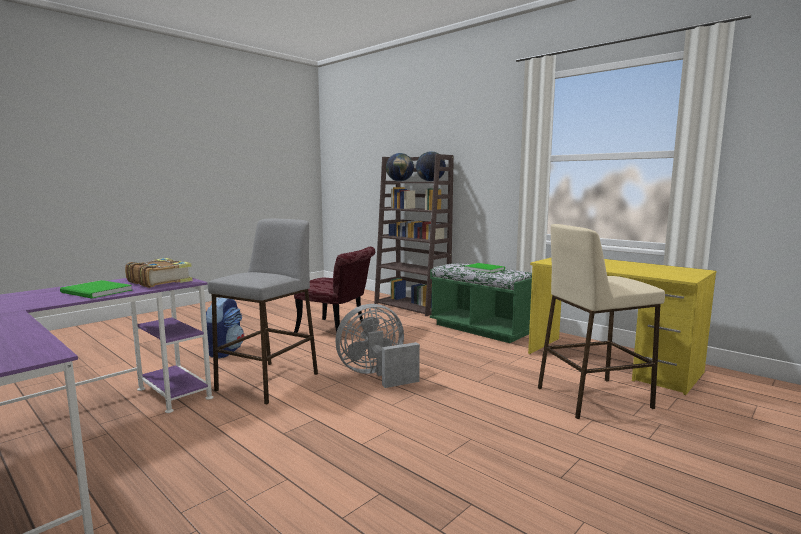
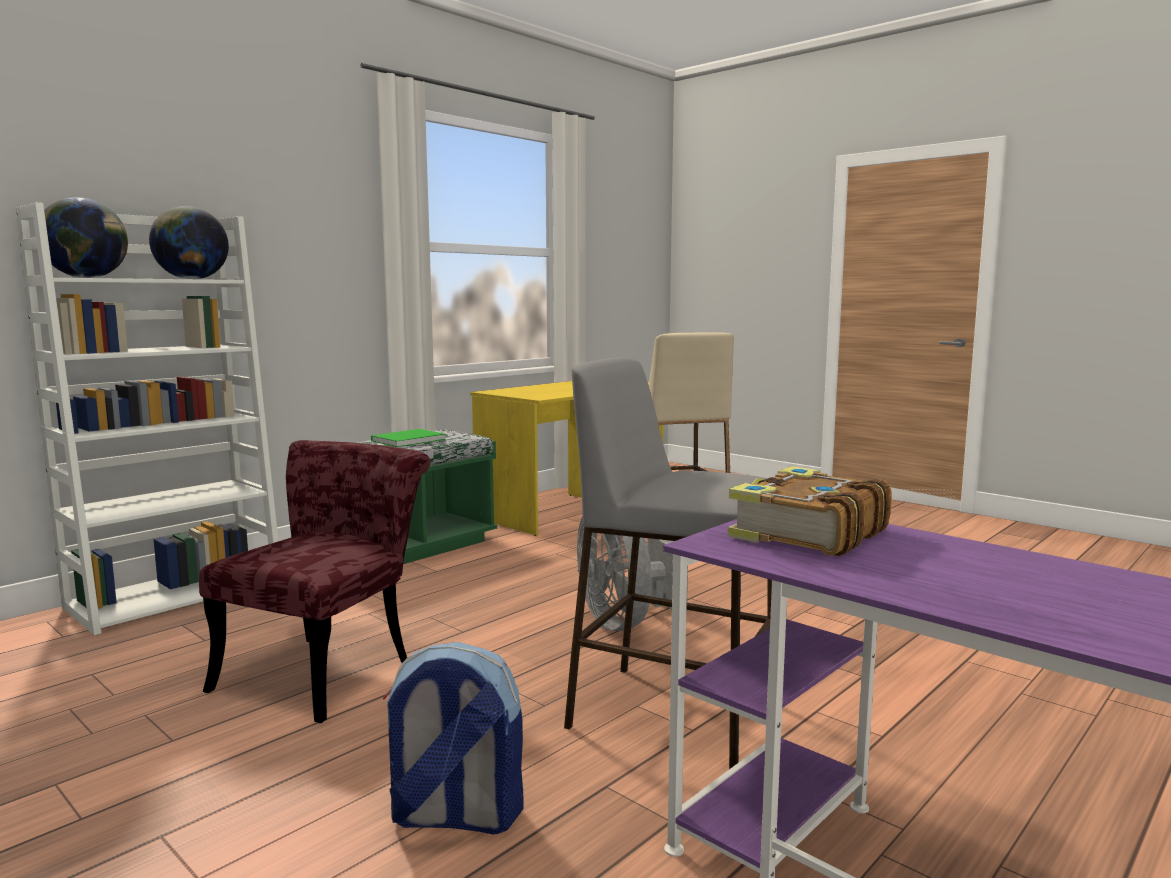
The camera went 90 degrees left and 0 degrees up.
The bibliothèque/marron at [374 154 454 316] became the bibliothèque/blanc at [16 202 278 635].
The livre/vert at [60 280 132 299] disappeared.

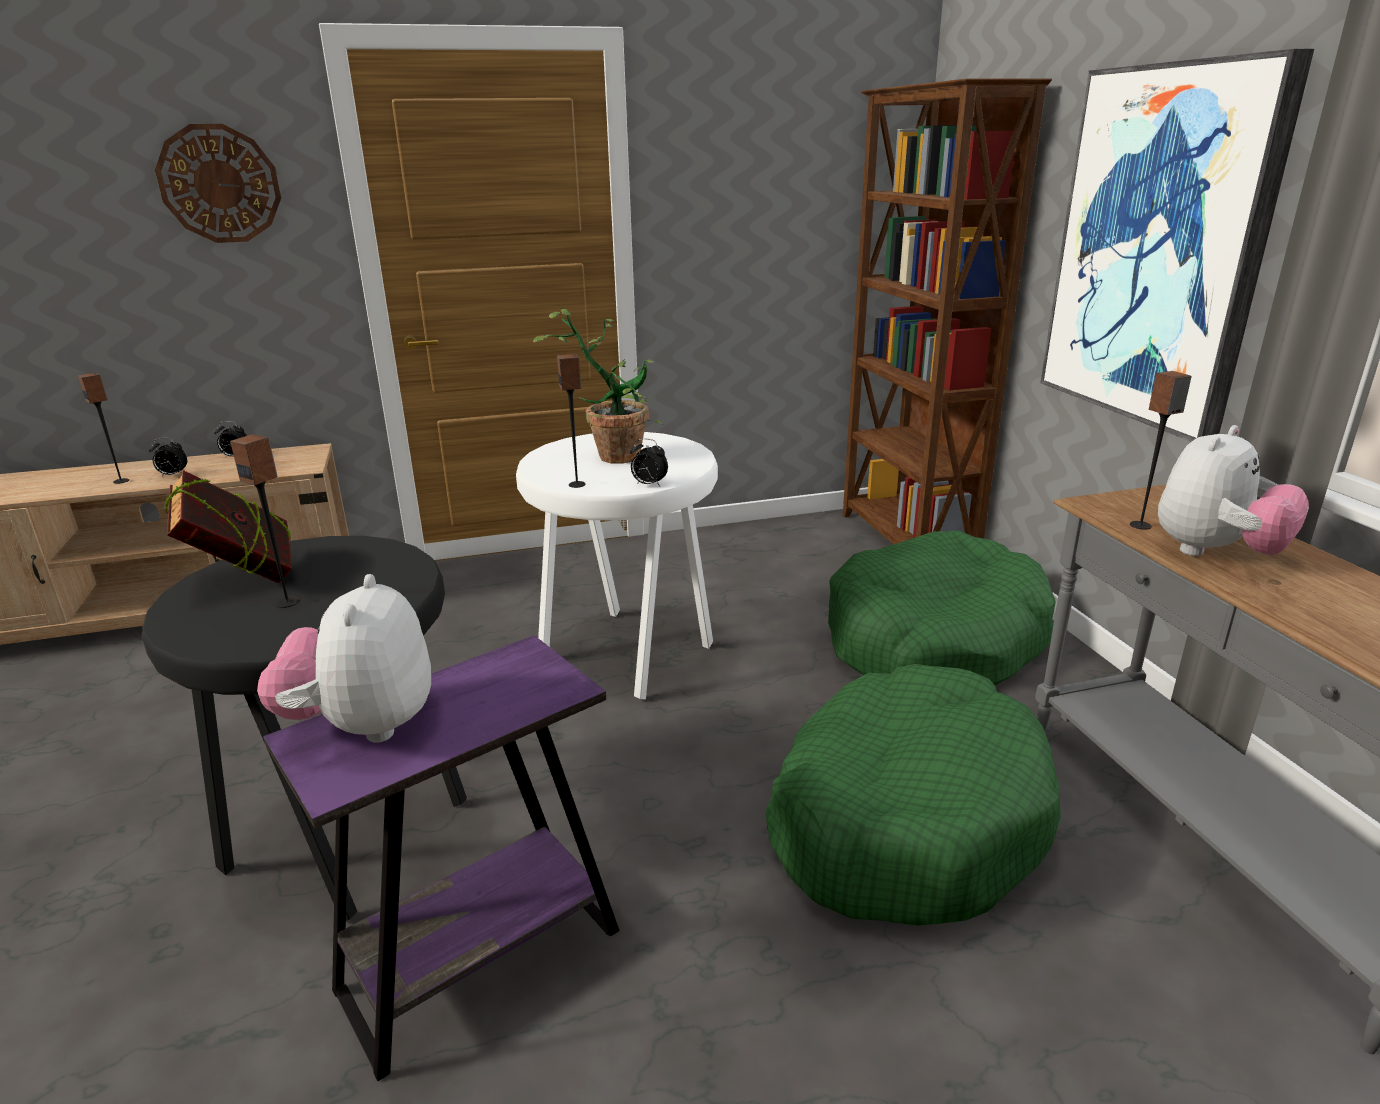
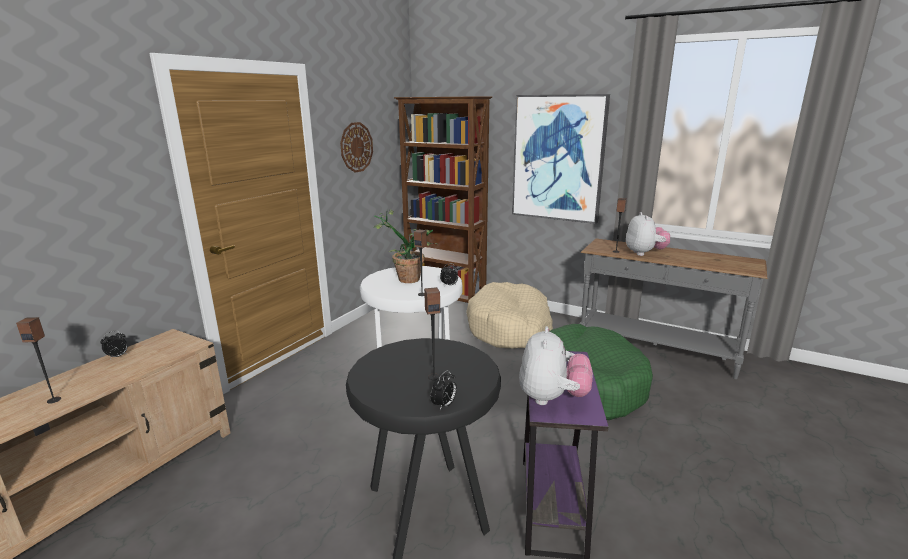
The camera went 45 degrees left and 5 degrees down.
The horloge murale moved from [155 124 281 243] to [340 122 373 173].
The réveil moved from [149 437 187 476] to [431 370 457 410].
The livre at [165 470 292 583] disappeared.
The panier pour chien/vert at [828 531 1056 685] became the panier pour chien/beige at [466 282 553 348].
The peluche at [257 574 431 743] turned 120 degrees counterclockwise.

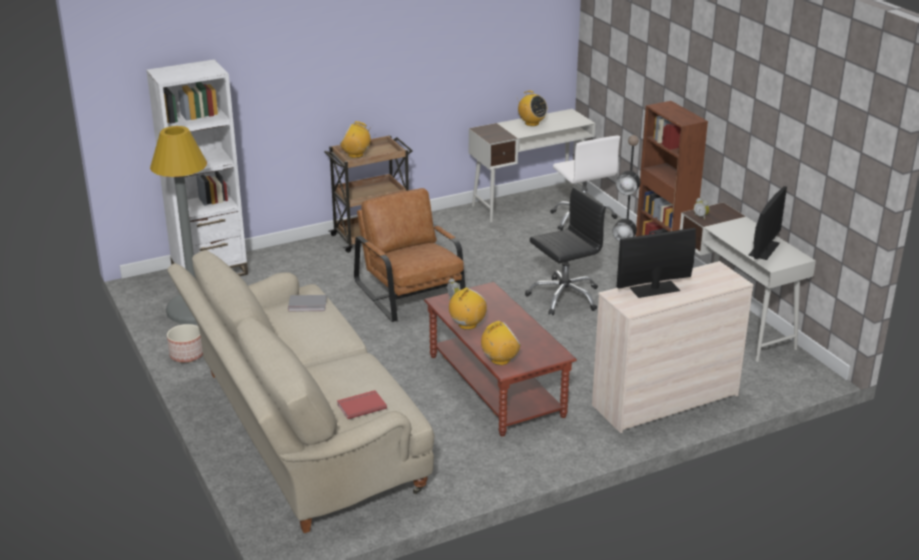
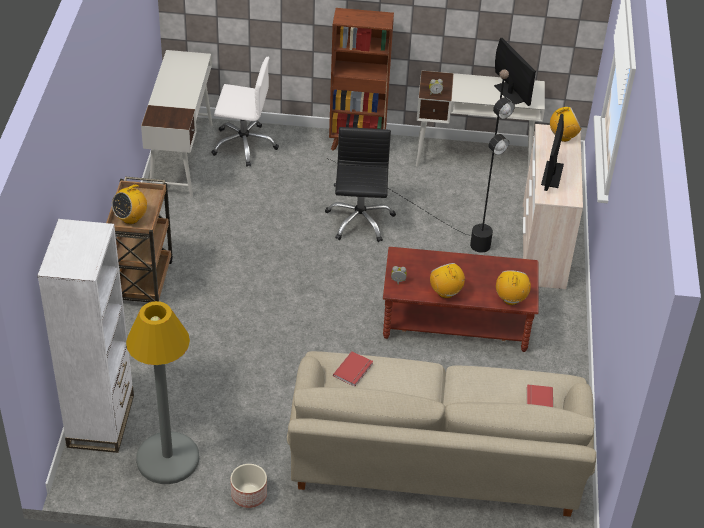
The camera went 60 degrees left and 15 degrees up.
The radio moved from [517 91 548 126] to [550 107 582 142].
The fauteuil/marron at [354 188 466 322] disappeared.
The livre/gris at [288 295 327 312] became the livre/rouge at [333 351 373 387].

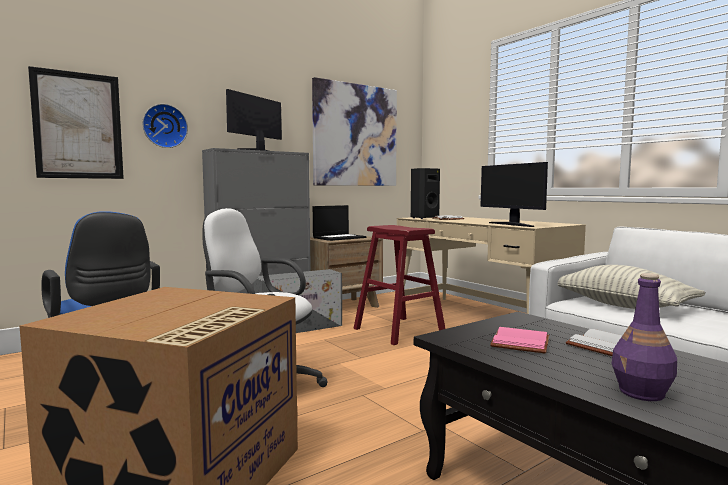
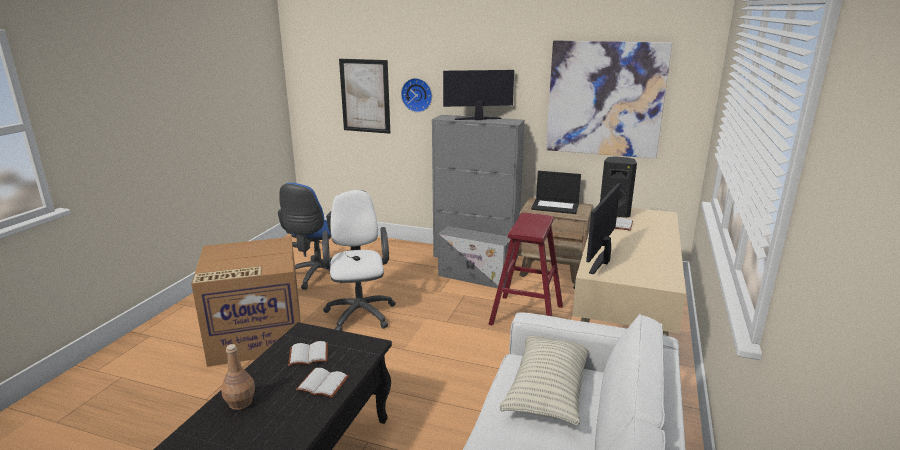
The camera went 55 degrees right and 15 degrees up.
The bouteille/violet at [612 273 677 401] became the bouteille/marron at [221 344 255 410].
The livre/rose at [490 327 549 354] became the livre/blanc at [288 341 328 366].

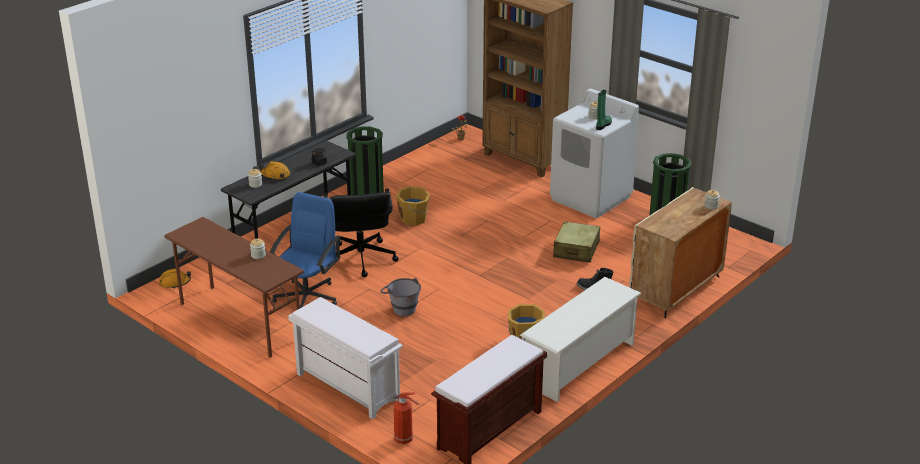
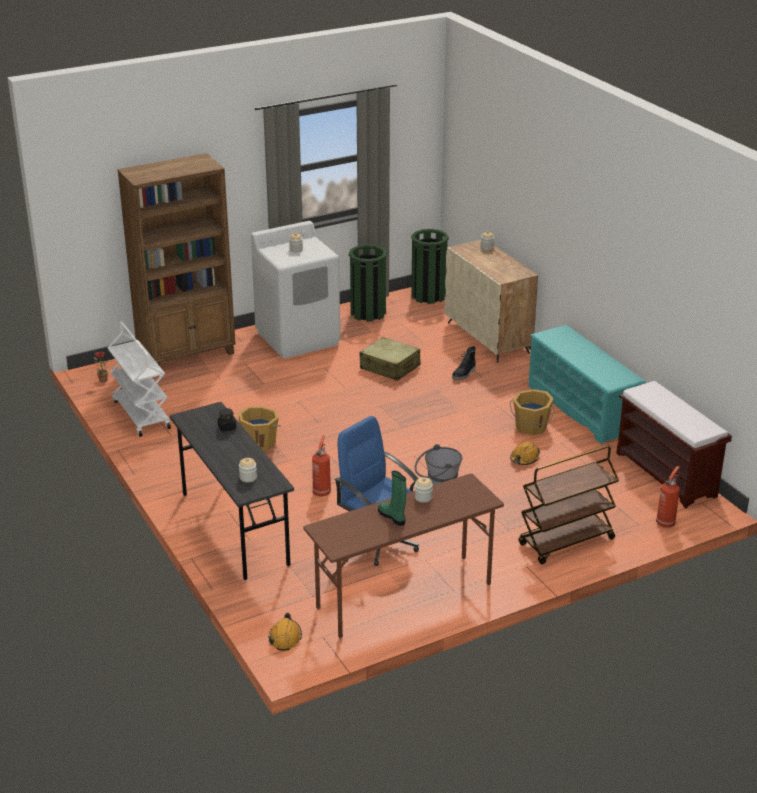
The camera went 70 degrees left and 0 degrees up.
The botte/vert moved from [596 90 612 130] to [378 471 406 526].
The poubelle/vert moved from [346 126 384 195] to [411 229 449 304].
The casque de chantier/orange moved from [259 161 290 180] to [510 441 540 465].
The chaise de bureau/noir at [323 189 399 277] was replaced by the extincteur at [312 435 331 497].
The étagère à chaussures/blanc at [520 277 642 402] became the étagère à chaussures/turquoise at [528 325 646 445].
The banc/blanc at [288 297 403 419] was replaced by the chariot/marron at [518 445 619 564].
The chariot/blanc at [108 321 171 437] appeared.

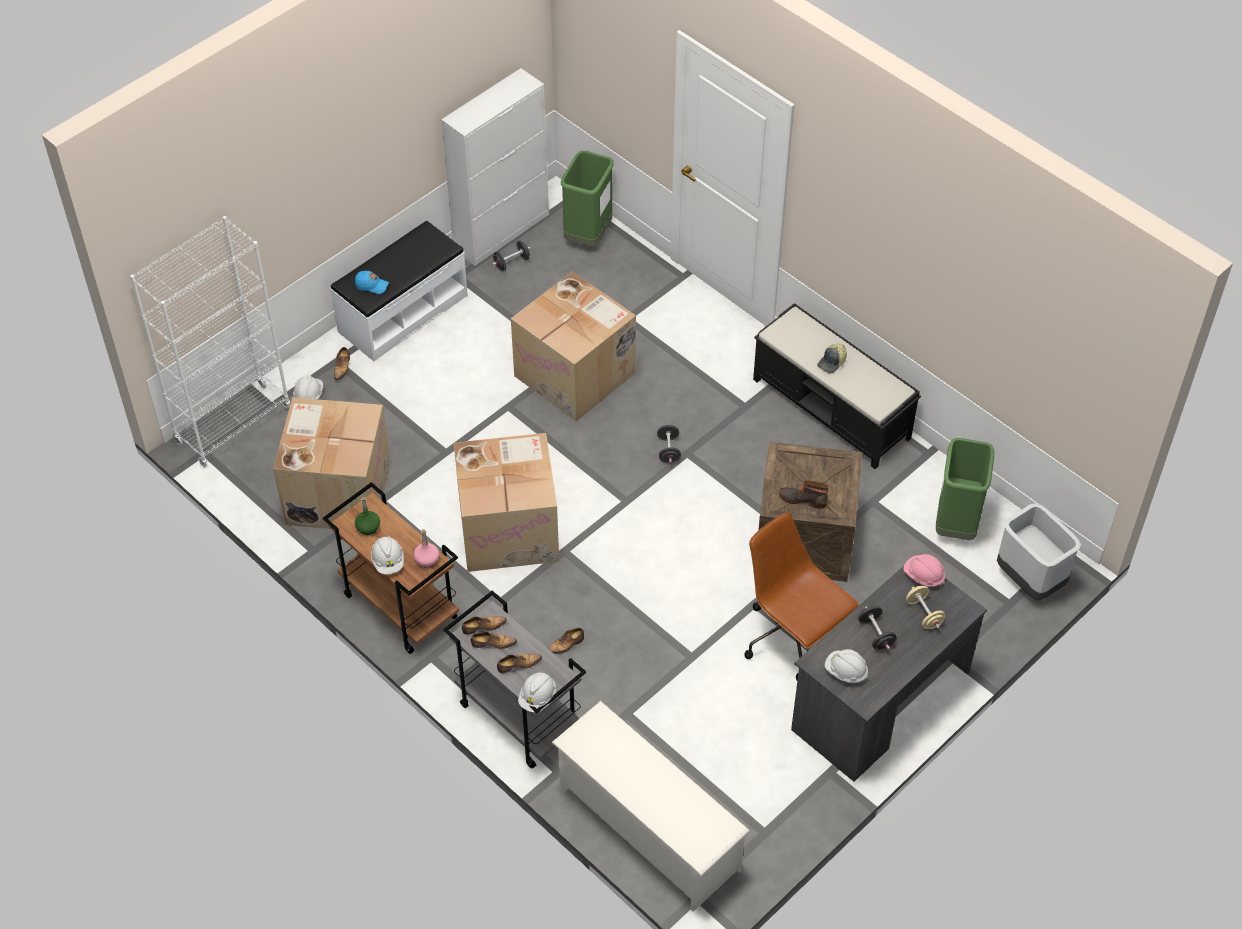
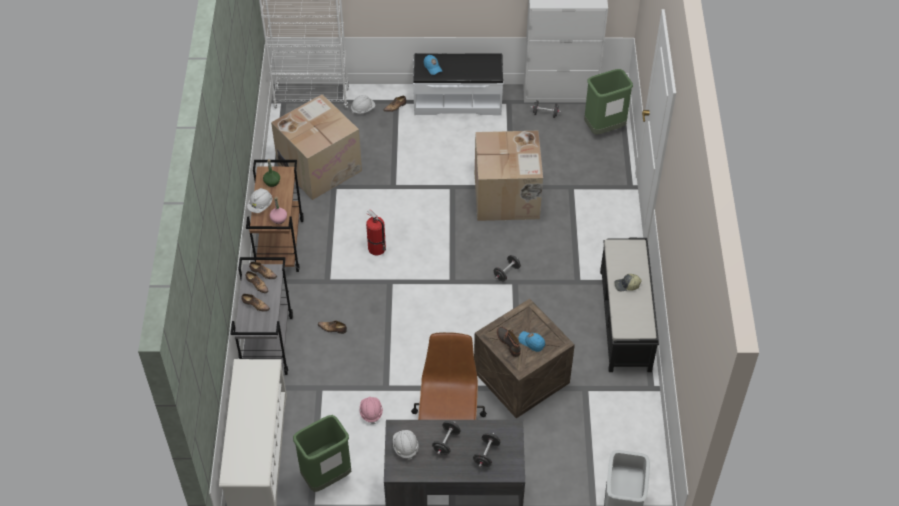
The camera went 45 degrees right and 0 degrees up.
The carton at [454 433 559 572] was replaced by the extincteur at [366 210 386 255].
The poubelle/vert moved from [936 438 994 540] to [293 415 351 492].
The casque de chantier/rose moved from [904 554 945 587] to [360 397 383 424].
The haltère/beige at [906 586 946 629] became the haltère/noir at [473 433 500 467].
The casque de chantier/blanc at [518 672 556 712] disappeared.
The casquette/bleu at [518 331 545 352] appeared.

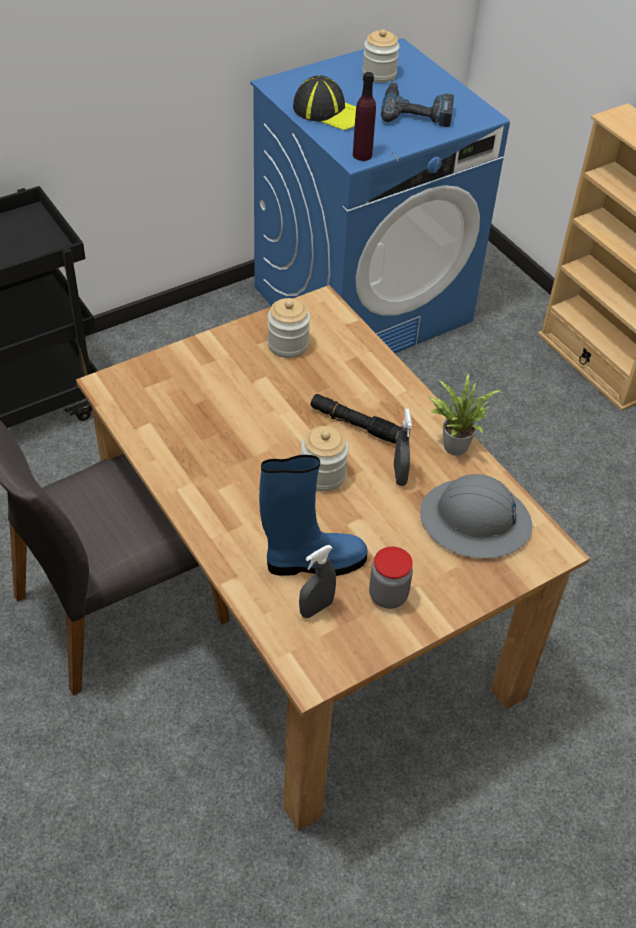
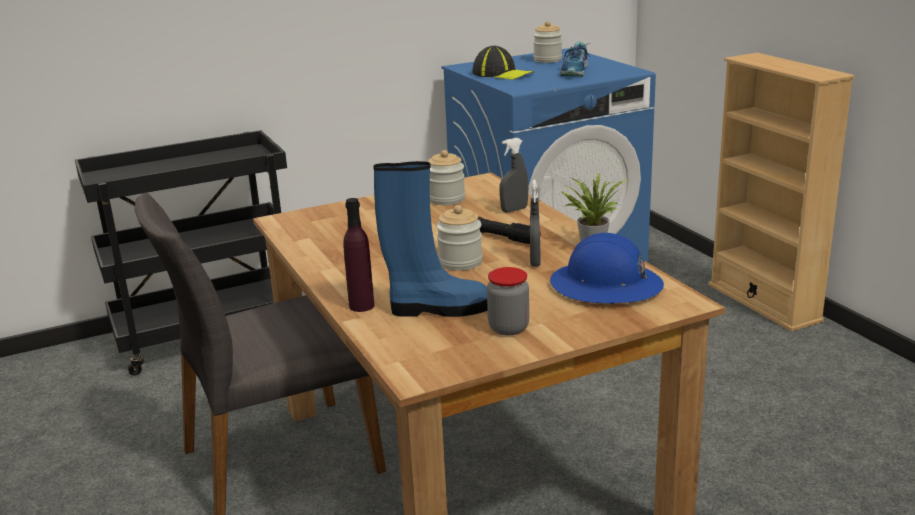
The camera went 10 degrees right and 25 degrees down.
The bouteille/violet moved from [353 72 376 161] to [343 198 374 312].
The perceuse at [381 82 454 127] was replaced by the chaussure at [560 42 591 77].
The casque de chantier/gris at [420 474 532 558] became the casque de chantier/bleu at [550 233 664 304].
The vaporisateur/gris moved from [299 545 336 618] to [500 138 528 213].

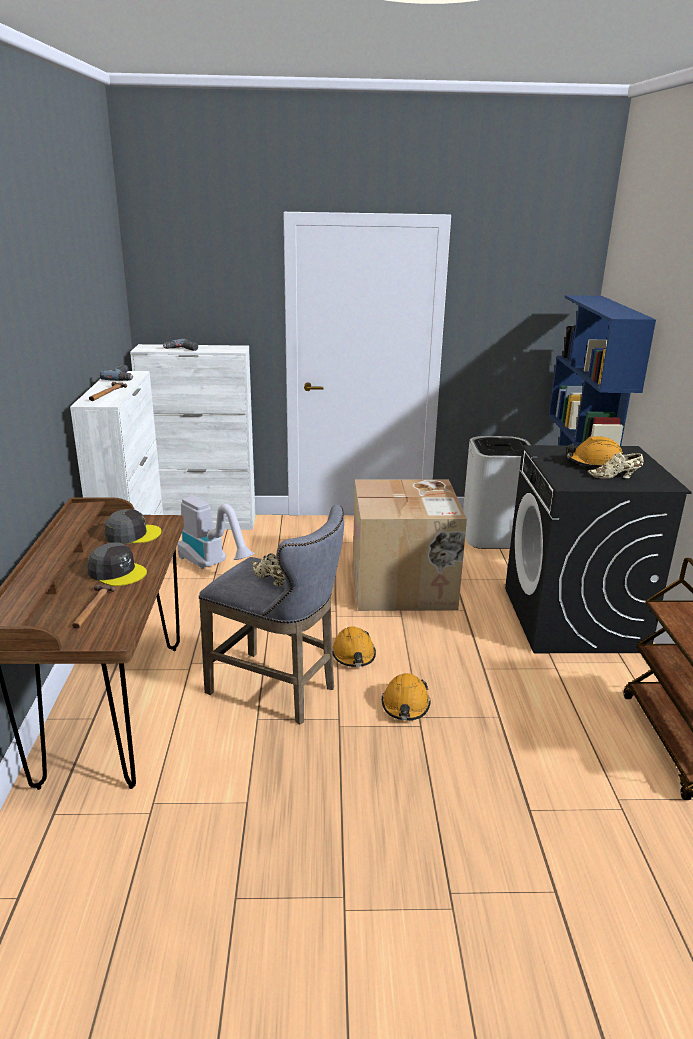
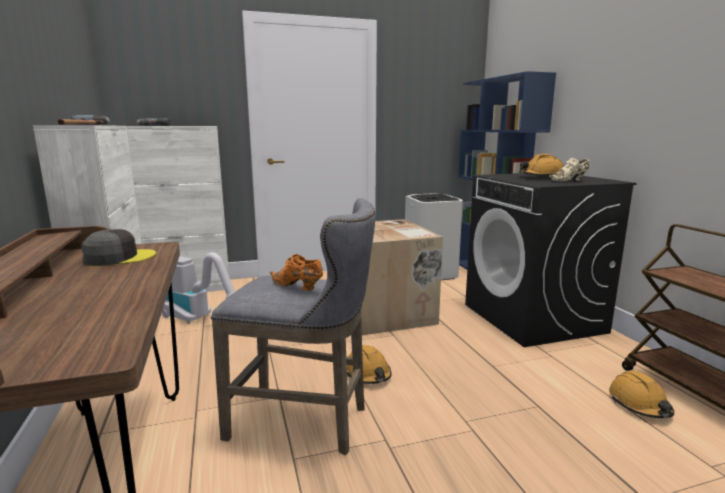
The camera went 15 degrees left and 10 degrees down.
The casquette/gris at [87 542 147 586] disappeared.
The chaussure/beige at [252 553 285 586] became the chaussure/orange at [270 254 323 291].
The marteau at [72 584 115 628] disappeared.
The casque de chantier/orange moved from [382 673 431 720] to [609 371 674 418].

